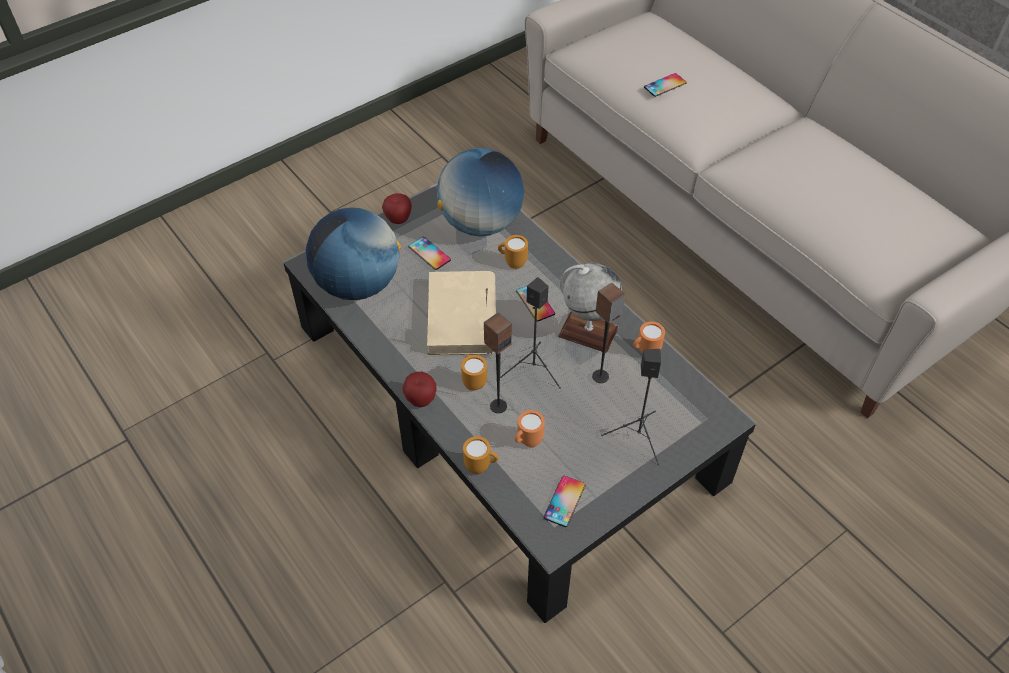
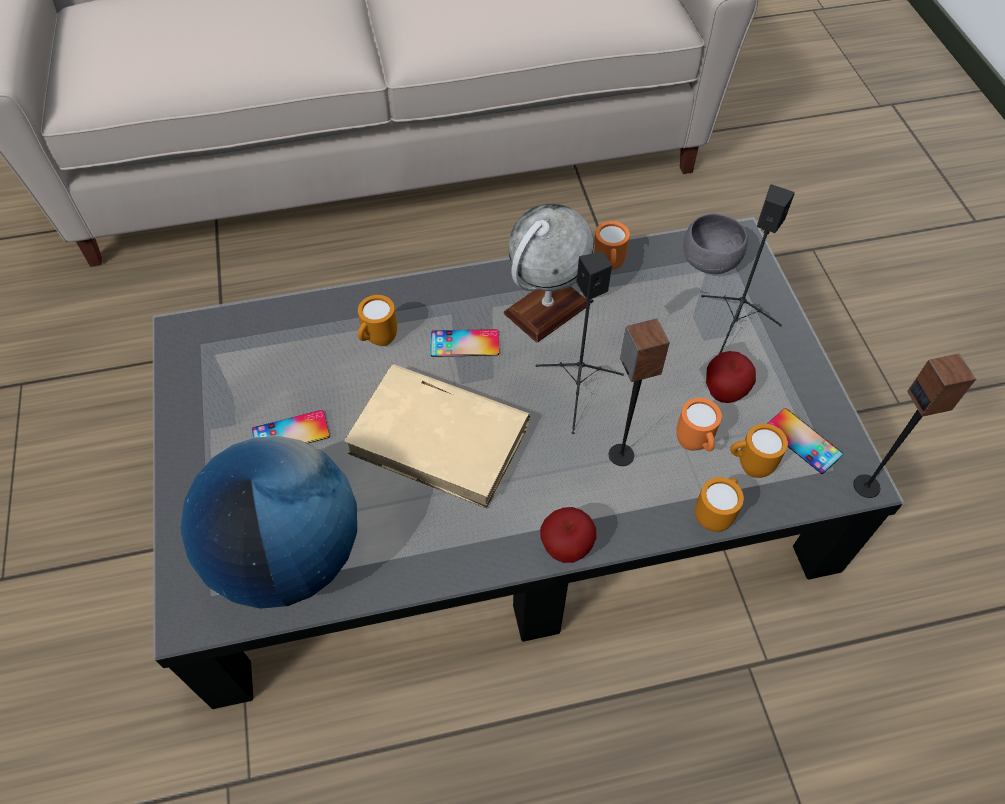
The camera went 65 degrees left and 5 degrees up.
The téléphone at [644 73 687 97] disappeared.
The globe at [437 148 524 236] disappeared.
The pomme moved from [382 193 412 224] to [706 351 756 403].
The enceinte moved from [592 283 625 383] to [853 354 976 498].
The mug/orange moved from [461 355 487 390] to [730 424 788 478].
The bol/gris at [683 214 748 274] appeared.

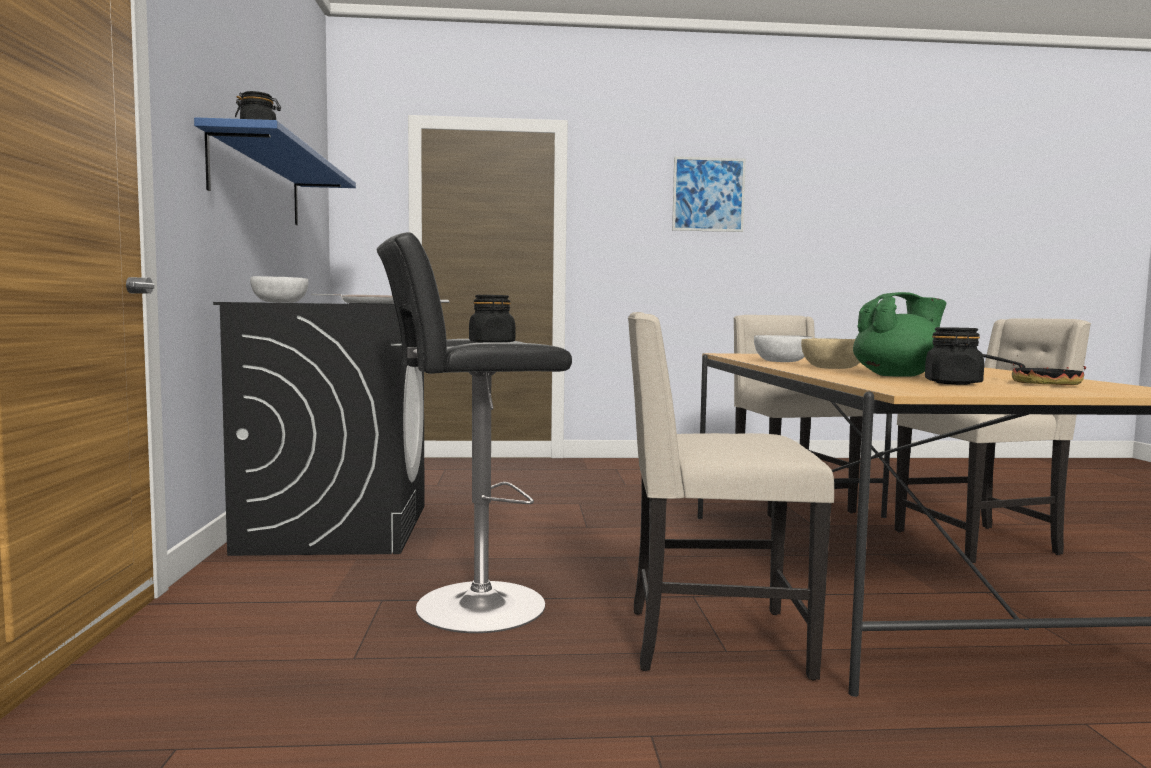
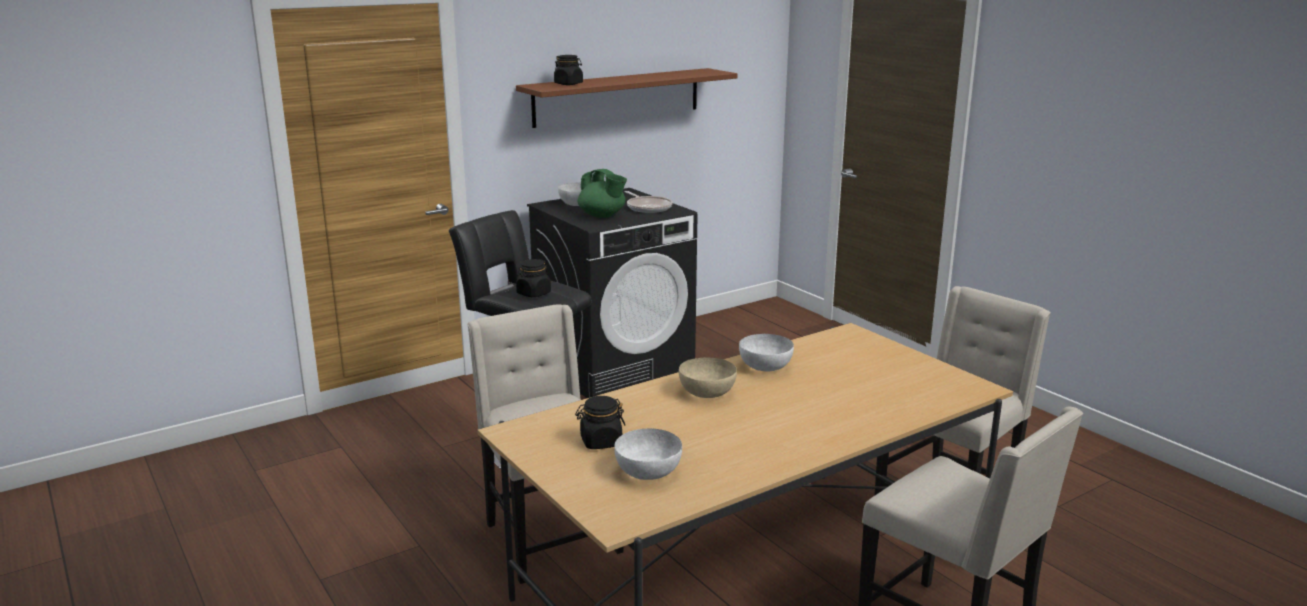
The camera went 60 degrees right and 15 degrees up.
The étagère/bleu at [194 117 356 225] became the étagère/marron at [516 68 738 128].
The tableau at [672 157 746 232] disappeared.
The théière/vert moved from [853 292 946 377] to [578 169 627 218].
The poêle at [983 354 1086 385] was replaced by the bol/blanc at [614 428 682 480].

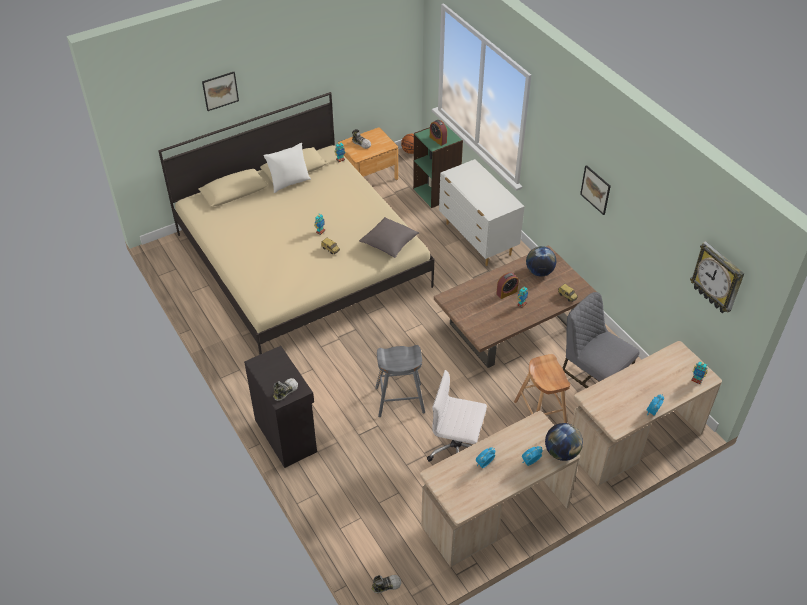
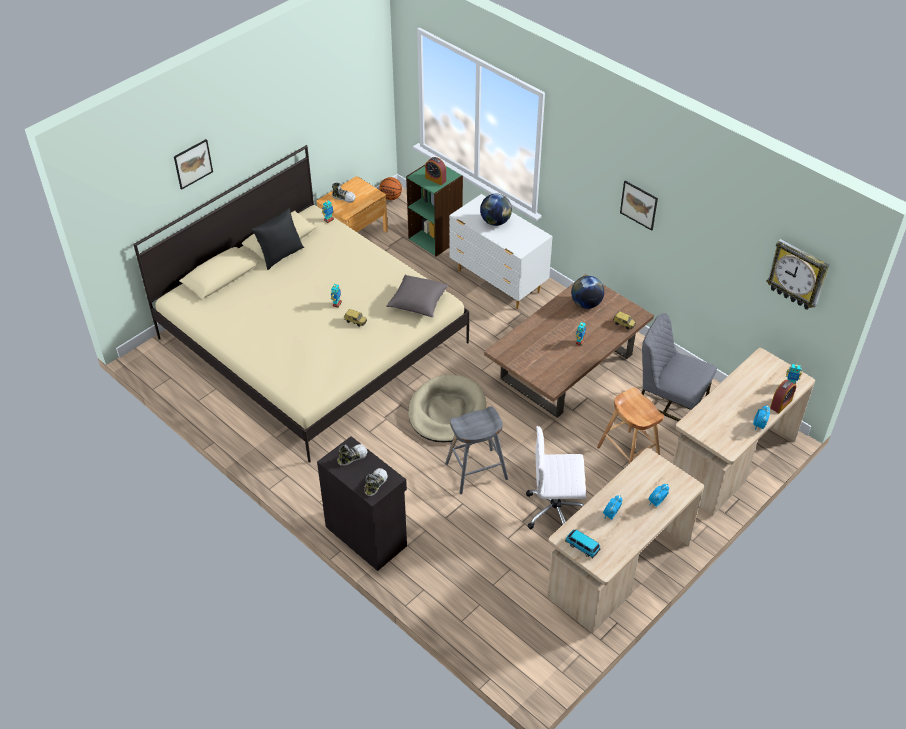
The camera went 15 degrees left and 0 degrees up.
The coussin/blanc at [263 143 311 193] became the coussin/noir at [251 208 304 270].
The réveil moved from [496 272 519 299] to [770 380 796 413].
The globe moved from [545 423 583 461] to [480 194 512 226].
The chaussure moved from [372 575 402 593] to [337 444 368 466].
The panier pour chien/beige at [408 374 486 443] appeared.
The petite voiture at [565 530 600 558] appeared.

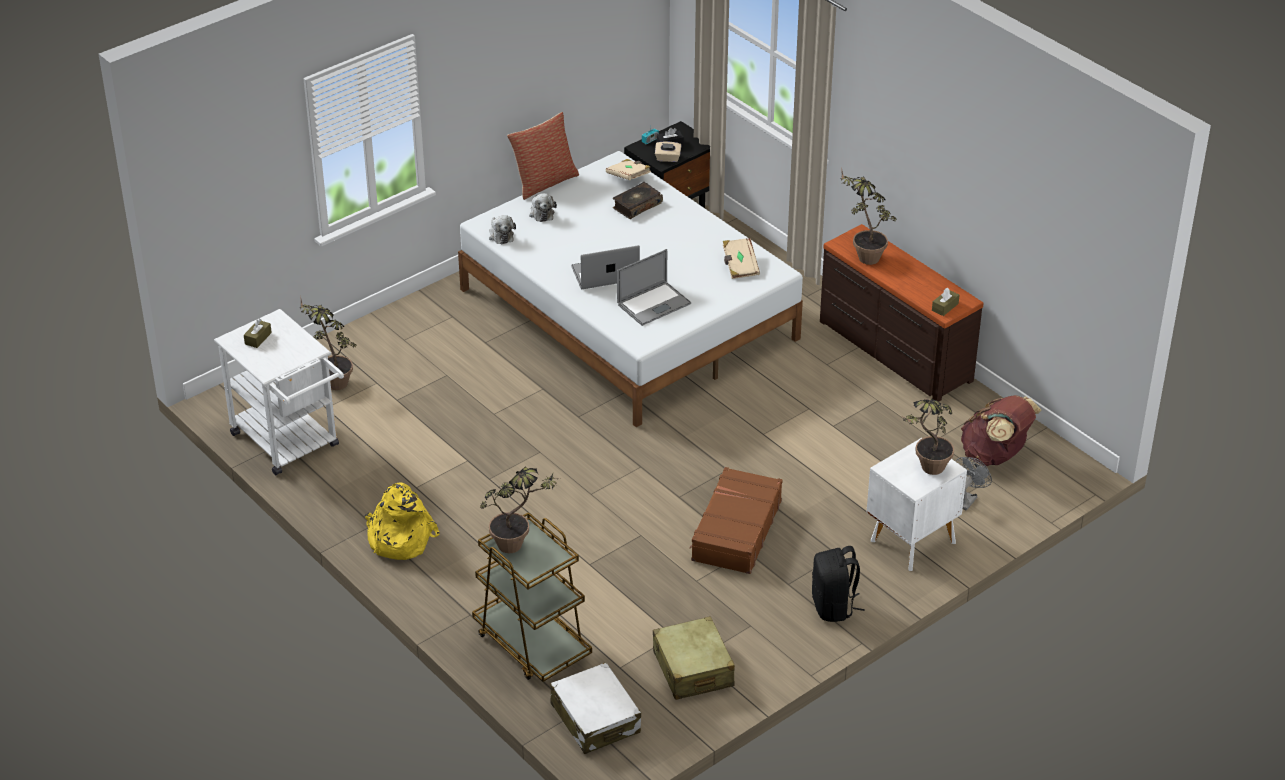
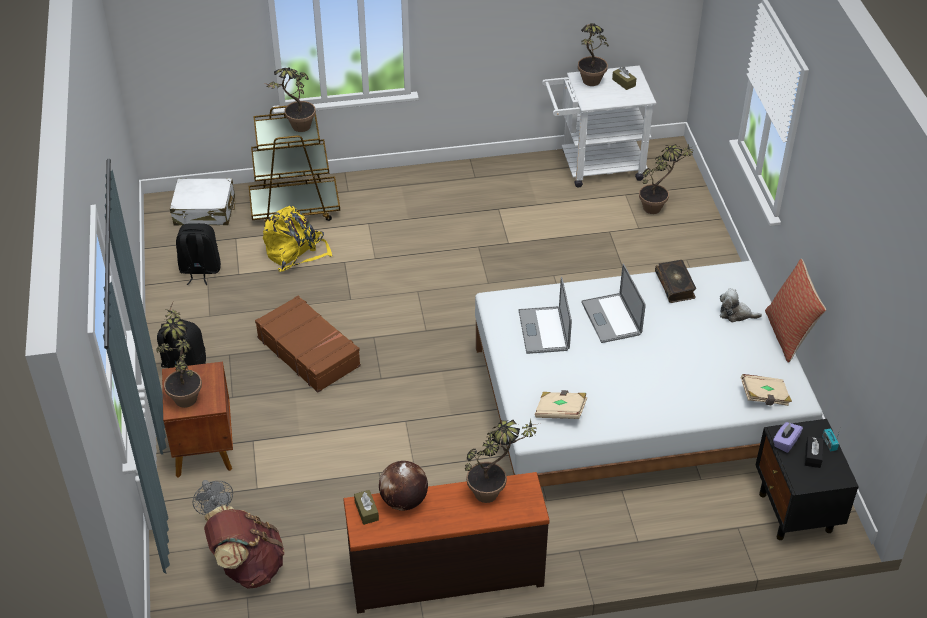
The camera went 120 degrees right and 5 degrees up.
The boîte à mouchoirs/beige at [655 142 681 162] became the boîte à mouchoirs/violet at [773 422 803 453].
The livre moved from [613 182 663 219] to [655 260 696 303].
The peluche at [489 215 516 244] disappeared.
The ordinateur portable at [571 245 640 290] turned 150 degrees clockwise.
The table de chevet/blanc at [866 438 967 571] became the table de chevet/marron at [162 362 233 478].
The sac à dos/jaune moved from [365 482 440 560] to [263 206 332 272].
The valise/beige at [653 616 735 700] was replaced by the sac à dos/noir at [176 223 221 285].
The plante en pot at [578 23 609 86] appeared.
The globe at [379 461 428 511] appeared.

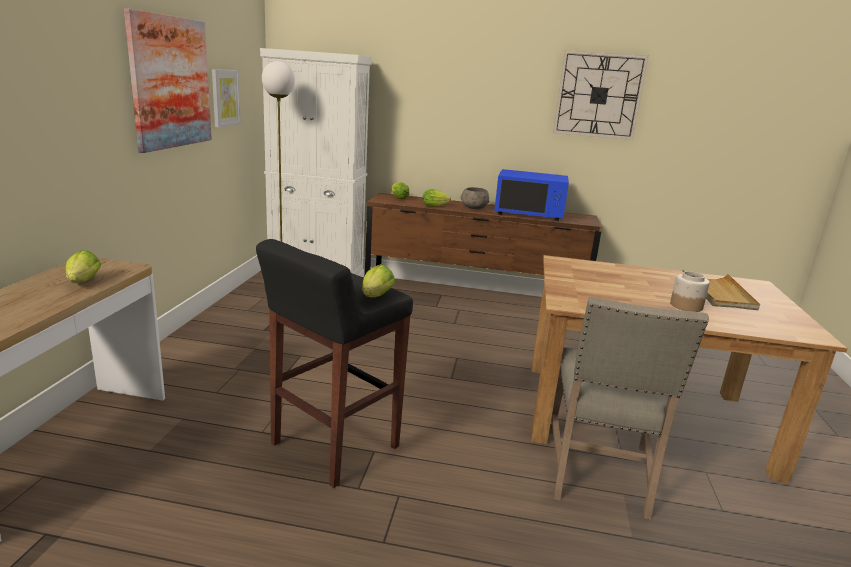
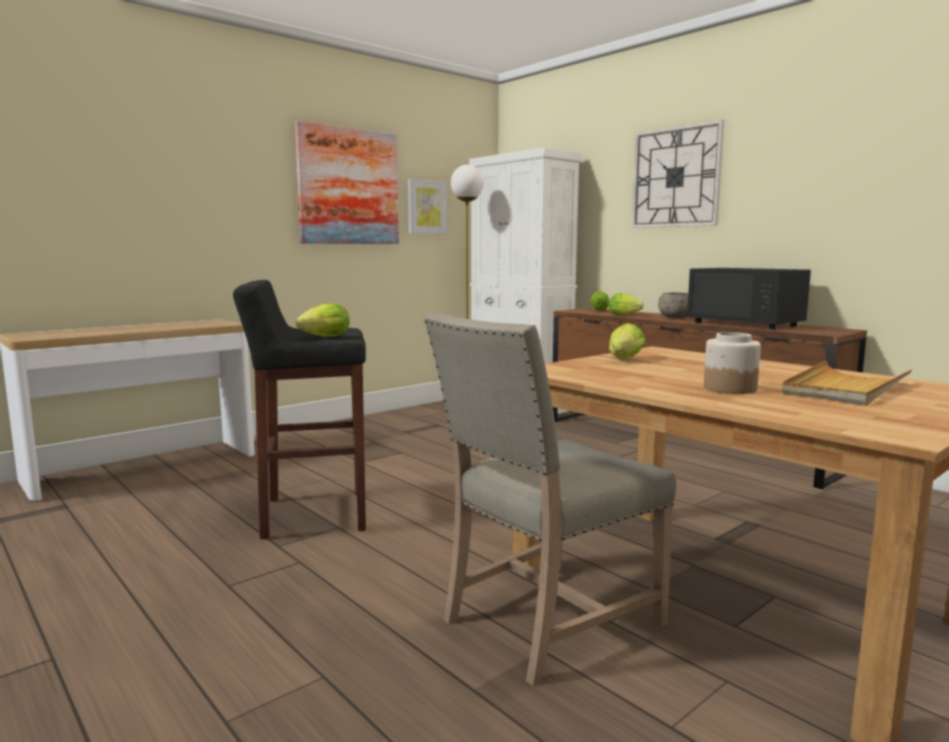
The camera went 40 degrees right and 10 degrees down.
The horloge murale moved from [553 50 649 140] to [631 120 724 228].
The micro-ondes/bleu at [494 169 569 221] became the micro-ondes/noir at [687 268 811 330].
The laitue moved from [65 250 101 283] to [609 323 646 359].

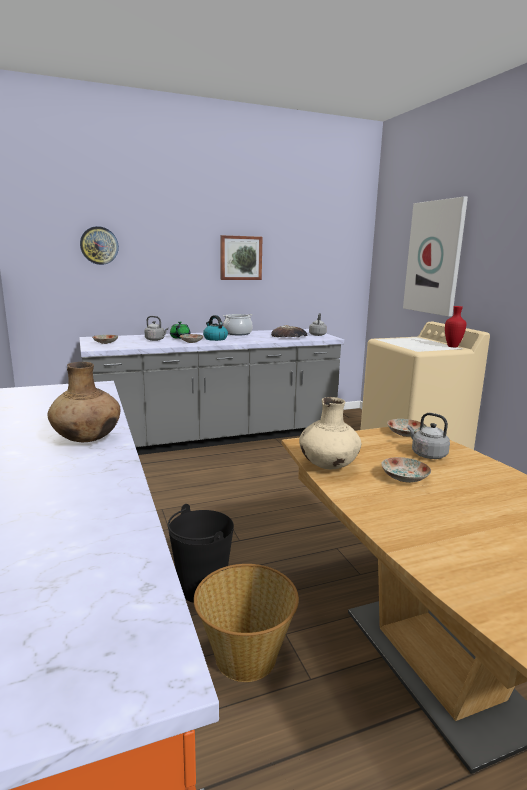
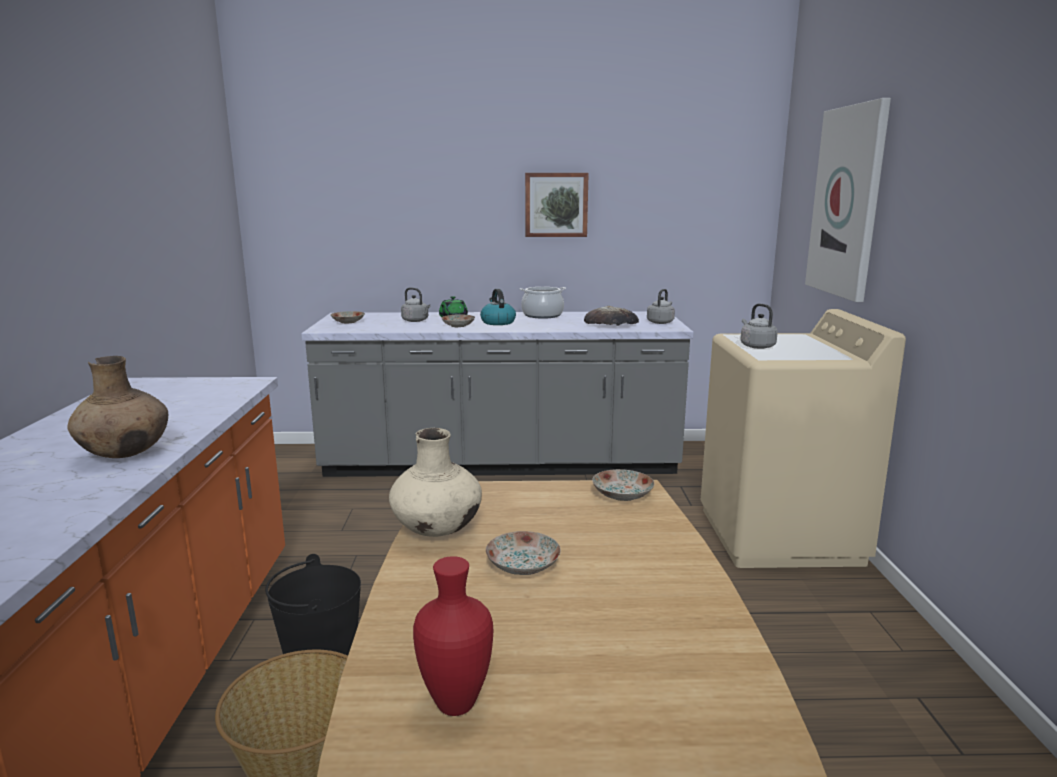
The camera went 20 degrees right and 0 degrees up.
The horloge murale at [80 226 119 265] disappeared.
The vase/rouge moved from [445 306 466 347] to [413 556 493 716].
The bouilloire/gris moved from [408 413 450 459] to [740 303 778 349].

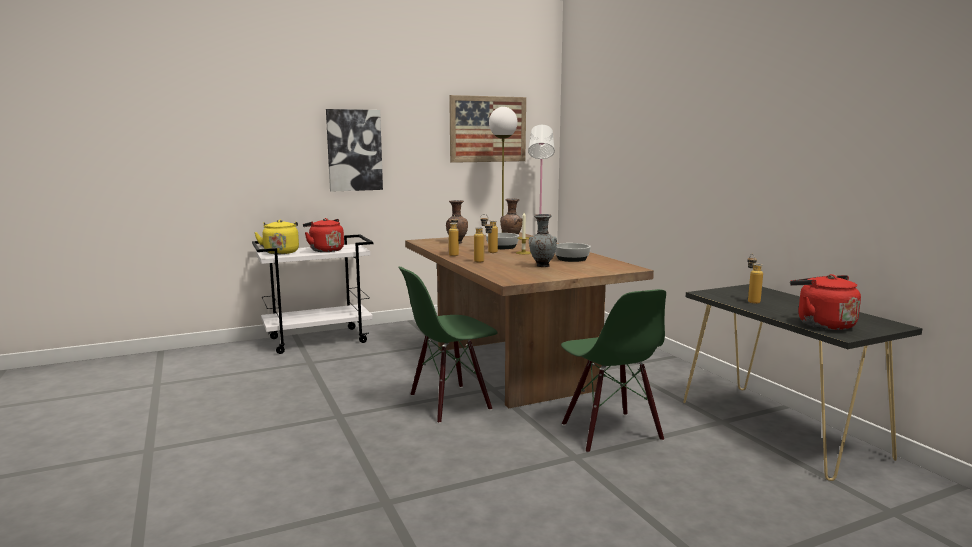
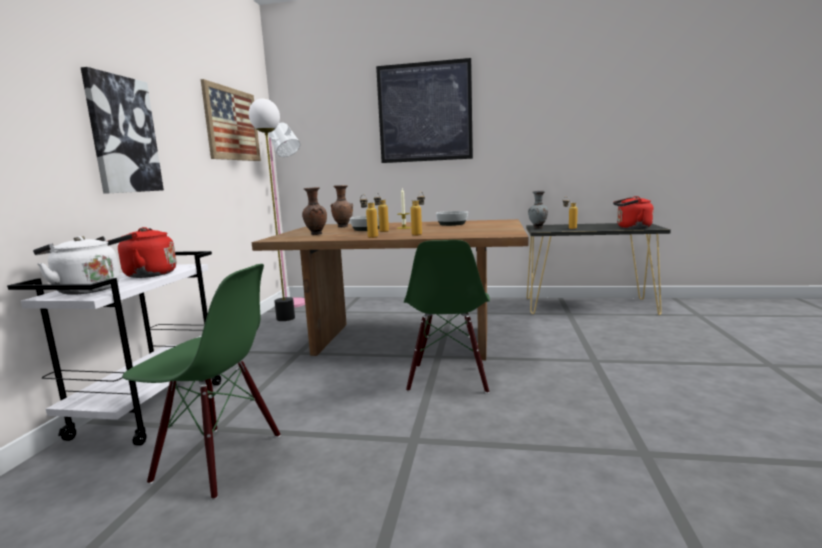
The camera went 55 degrees left and 0 degrees up.
The vase/gris moved from [529 214 557 267] to [528 191 548 229].
The bouilloire/jaune at [254 220 299 254] became the bouilloire/blanc at [33 236 120 295].
The chaise/vert moved from [561 289 666 453] to [122 264 281 500].
The tableau at [376 58 473 163] appeared.

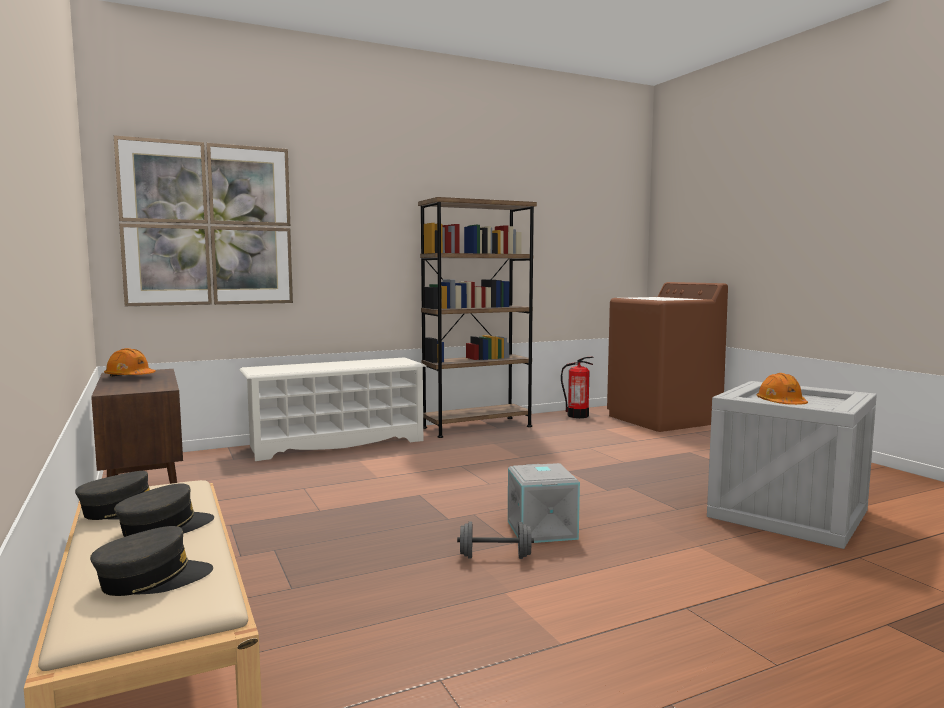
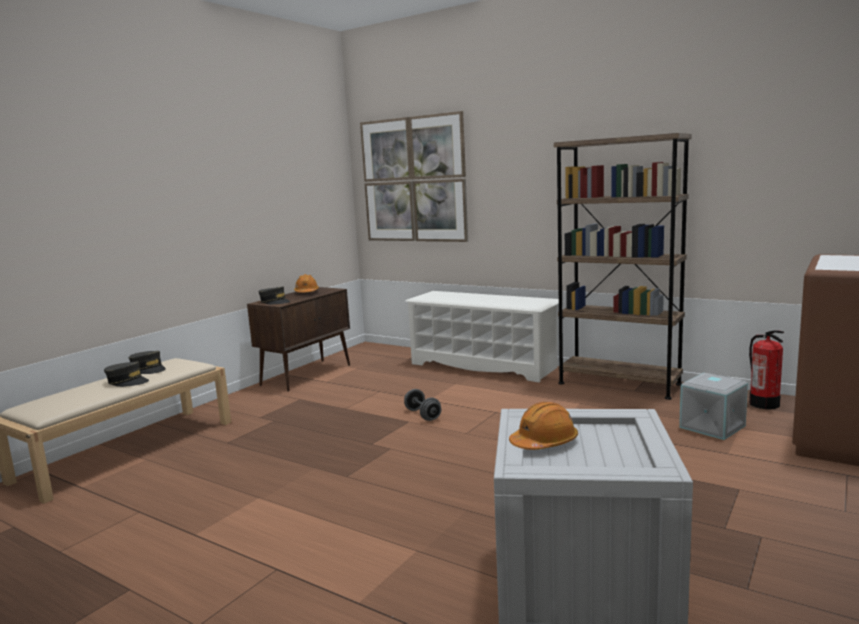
The camera went 60 degrees right and 5 degrees up.
The boîte de rangement/gris moved from [508 463 580 543] to [679 373 748 440].
The haltère/gris moved from [457 522 534 559] to [404 389 441 421].
The casquette/gris moved from [90 526 213 596] to [258 286 291 304].

